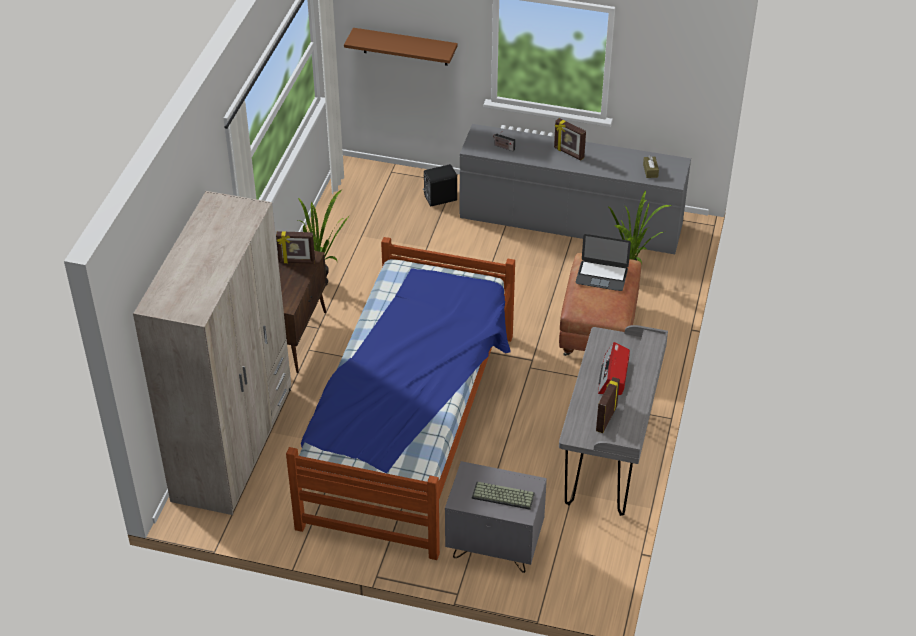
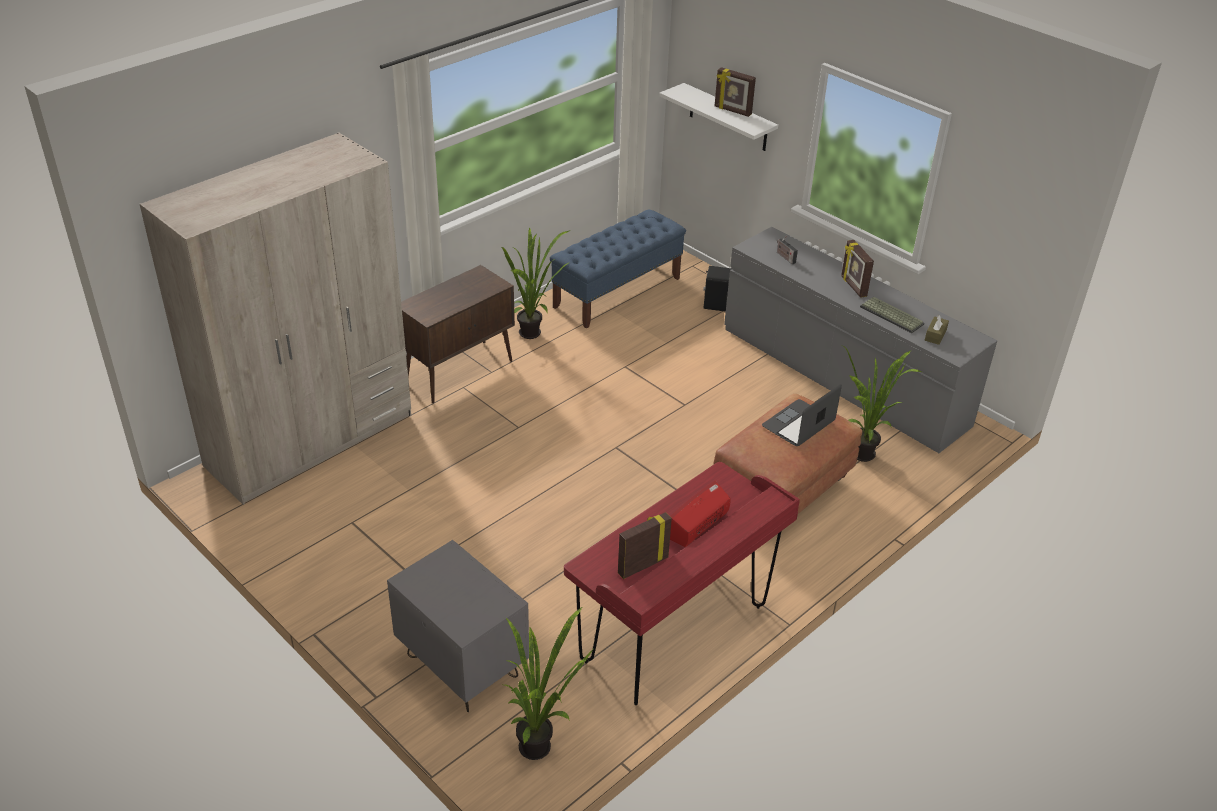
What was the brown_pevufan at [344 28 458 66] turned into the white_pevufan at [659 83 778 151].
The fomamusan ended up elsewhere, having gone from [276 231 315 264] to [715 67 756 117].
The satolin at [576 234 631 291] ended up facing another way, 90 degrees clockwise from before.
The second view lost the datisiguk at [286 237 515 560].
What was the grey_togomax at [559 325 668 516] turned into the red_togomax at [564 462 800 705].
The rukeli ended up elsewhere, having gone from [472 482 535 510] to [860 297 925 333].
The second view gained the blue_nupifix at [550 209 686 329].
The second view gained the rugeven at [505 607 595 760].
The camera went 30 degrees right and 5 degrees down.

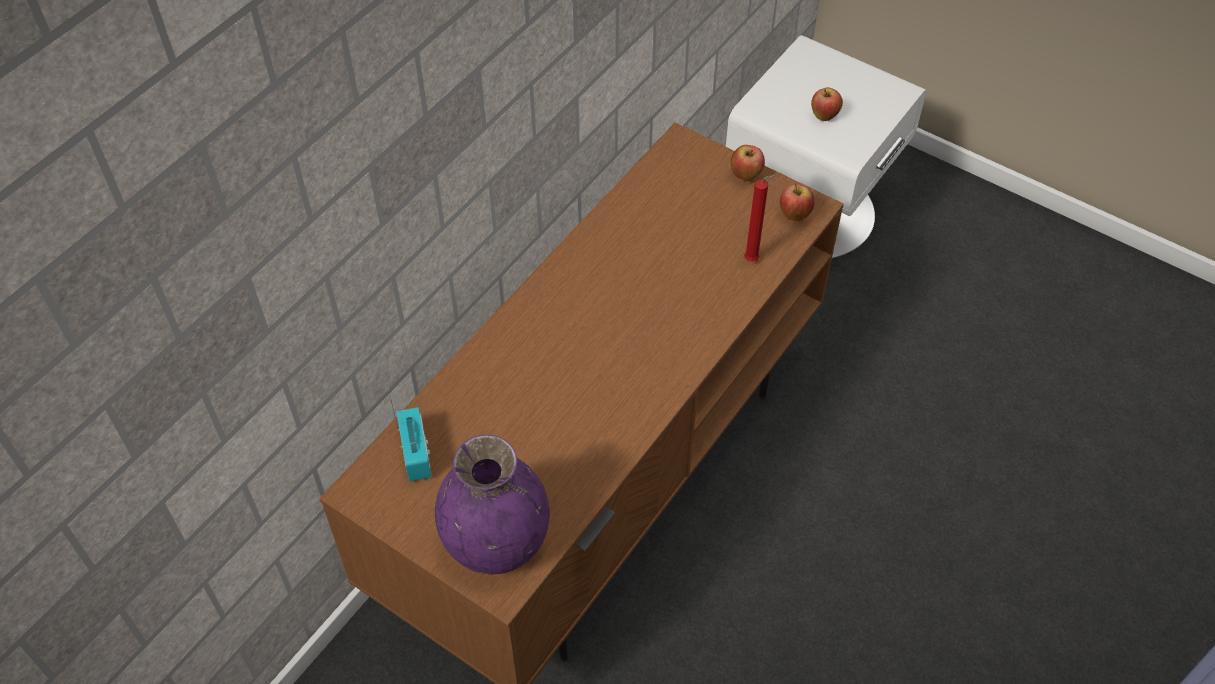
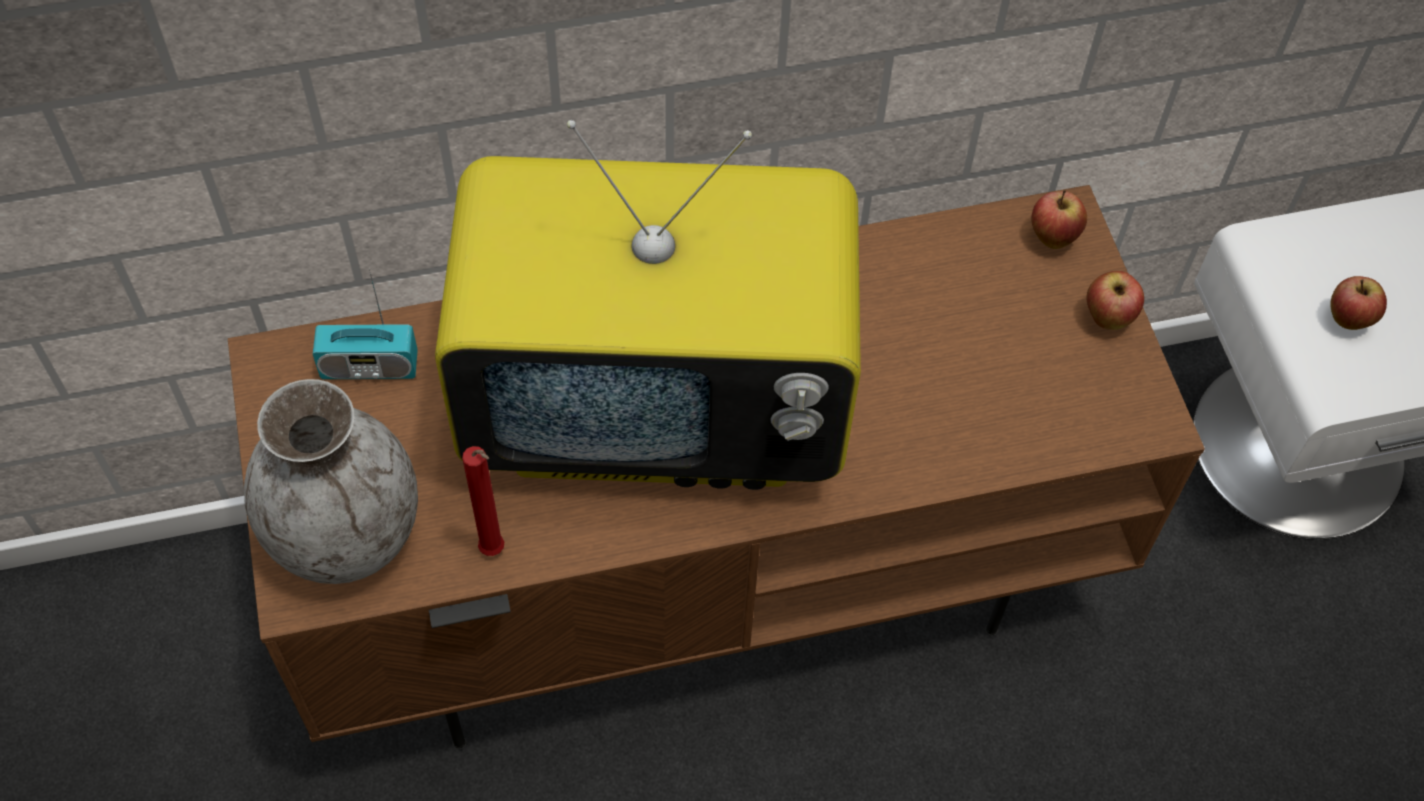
The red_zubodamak ended up elsewhere, having gone from [744 174 777 262] to [462 446 504 556].
The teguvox ended up elsewhere, having gone from [780 184 815 221] to [1031 190 1087 249].
The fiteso at [389 393 431 482] ended up facing another way, 60 degrees clockwise from before.
What was the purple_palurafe at [435 435 550 575] turned into the grey_palurafe at [244 379 418 584].
The second view gained the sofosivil at [435 120 861 490].
The camera went 40 degrees right and 5 degrees up.

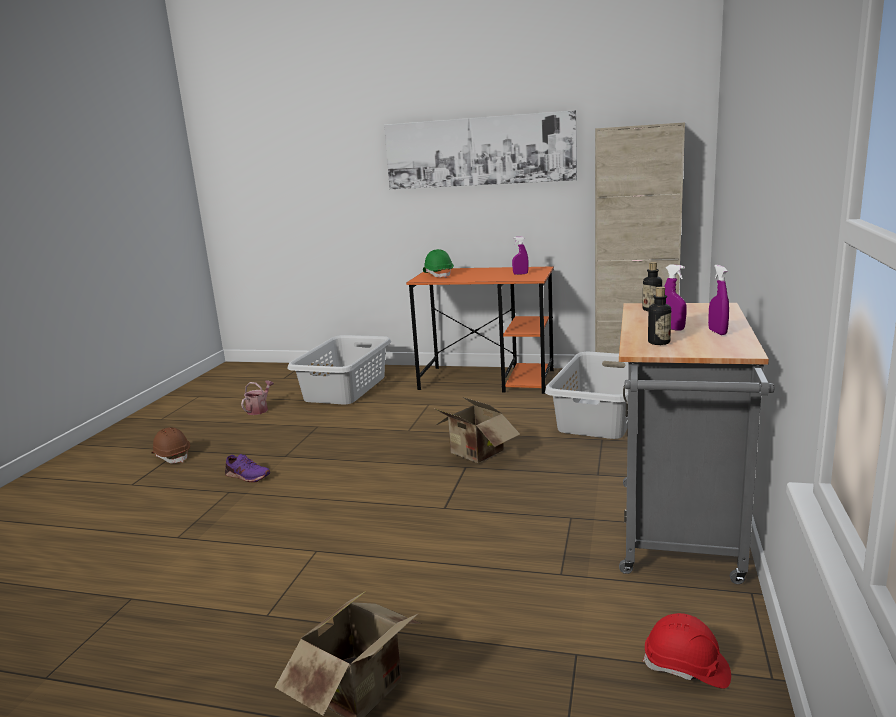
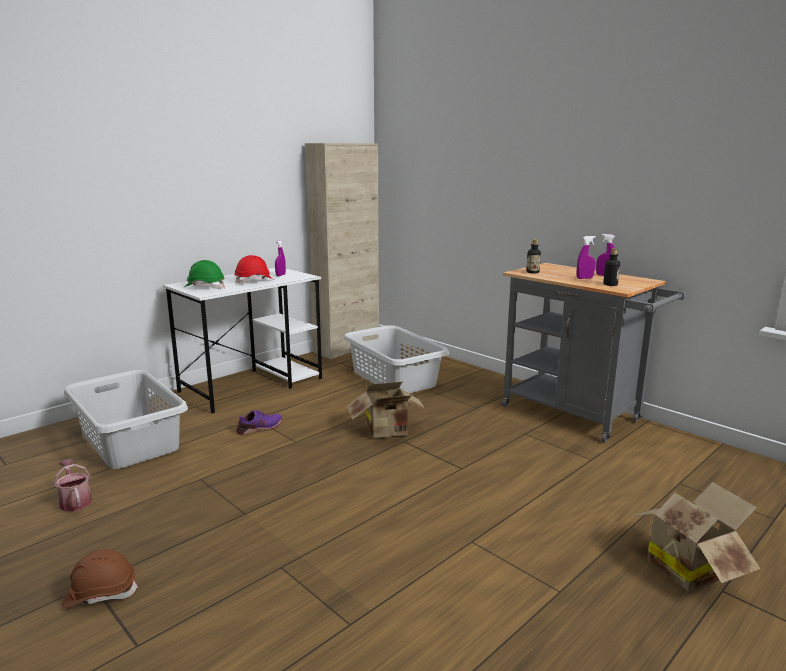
The second view lost the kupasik at [384 110 577 189].
What was the orange_togomax at [406 266 554 394] turned into the white_togomax at [163 268 322 414].
The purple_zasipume ended up elsewhere, having gone from [225 454 270 482] to [236 410 282 435].
The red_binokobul ended up elsewhere, having gone from [643 613 731 689] to [234 255 274 284].
The camera went 60 degrees left and 0 degrees up.

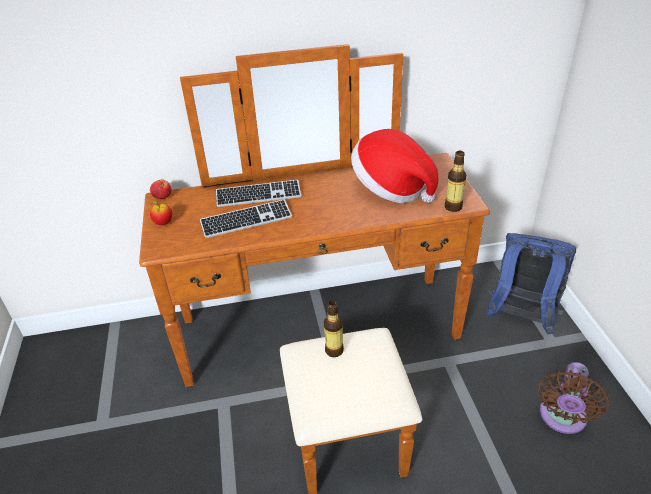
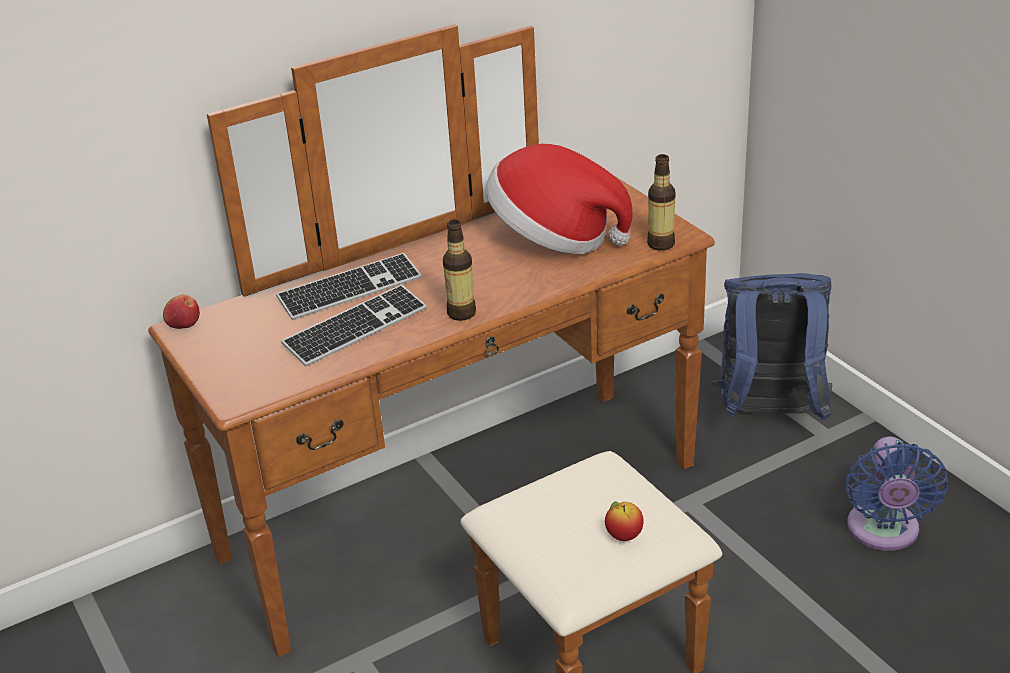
The teguvox ended up elsewhere, having gone from [150 201 172 225] to [605 501 644 541].
The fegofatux ended up elsewhere, having gone from [324 300 344 357] to [443 220 476 321].
What was the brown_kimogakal at [538 362 609 434] turned into the blue_kimogakal at [846 437 948 551].
The camera went 20 degrees left and 5 degrees down.

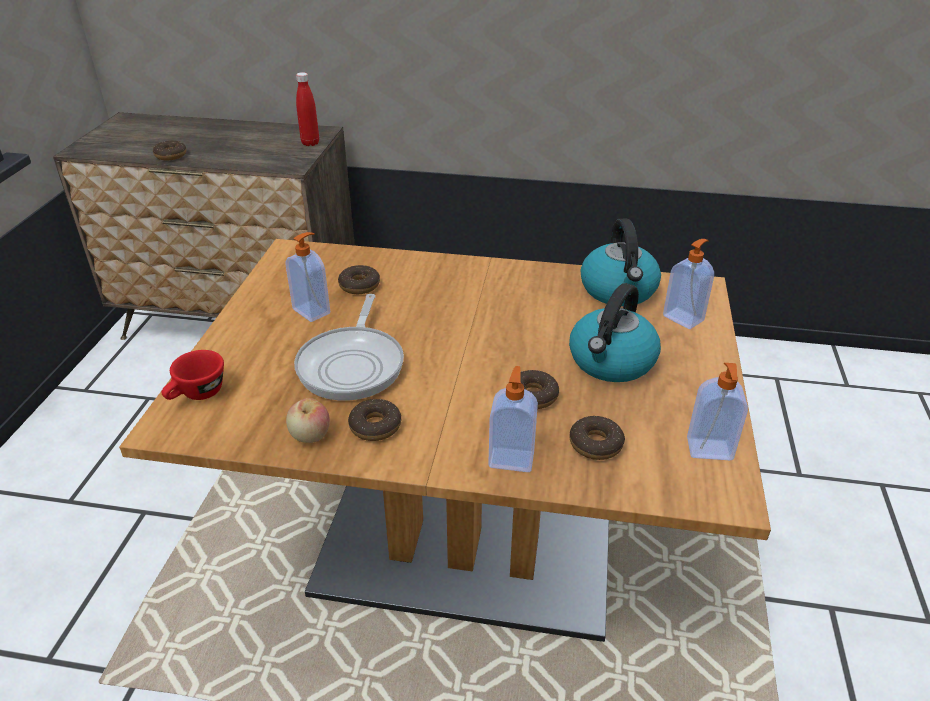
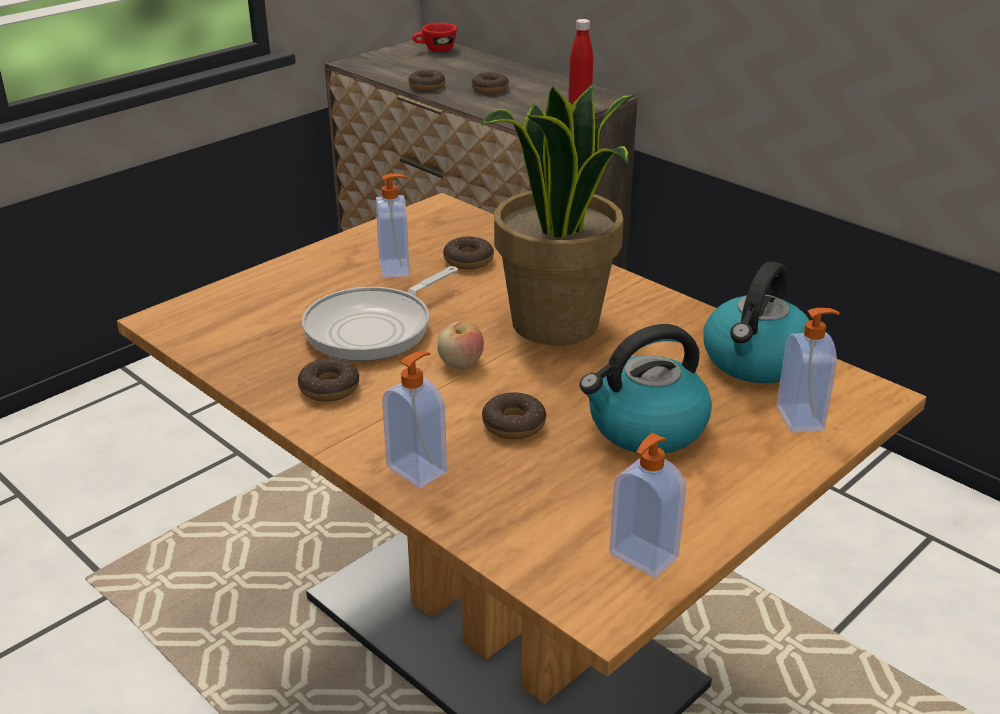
The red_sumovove ended up elsewhere, having gone from [162 350 224 400] to [412 23 457 52].
The teguvox ended up elsewhere, having gone from [286 398 330 443] to [438 321 484 369].
The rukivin ended up elsewhere, having gone from [570 416 625 460] to [471 72 509 94].
The second view gained the rugeven at [481 85 636 345].
The camera went 35 degrees right and 5 degrees down.

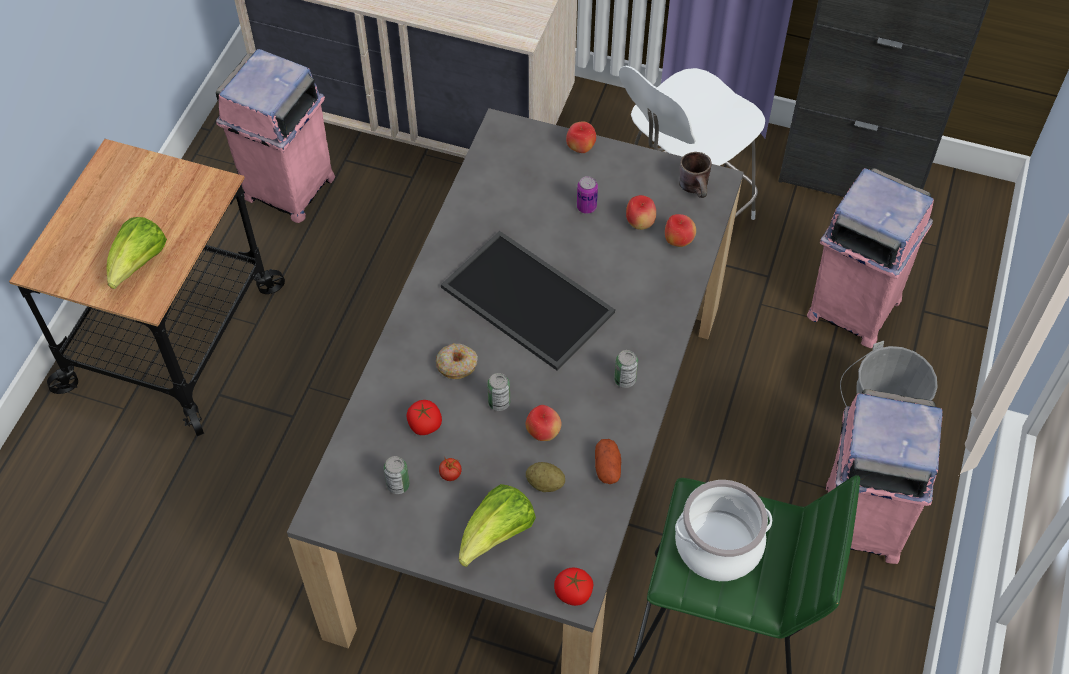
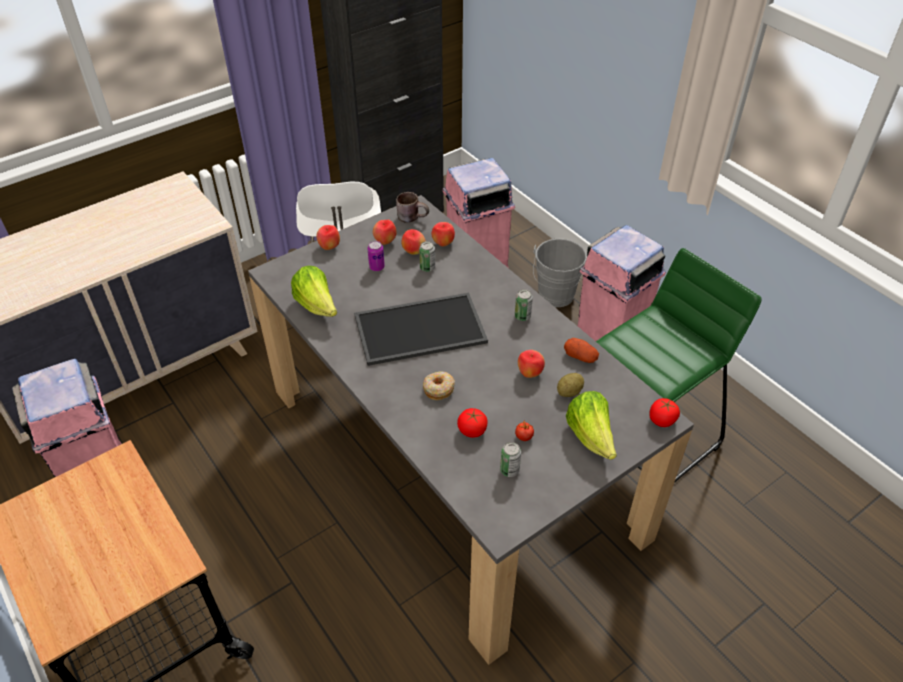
The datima ended up elsewhere, having gone from [107 217 167 289] to [291 266 337 317].
The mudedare ended up elsewhere, having gone from [487 373 510 411] to [419 241 435 272].
The second view lost the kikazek at [675 480 772 581].
The second view gained the teguvox at [373 220 397 245].
The camera went 55 degrees left and 10 degrees down.

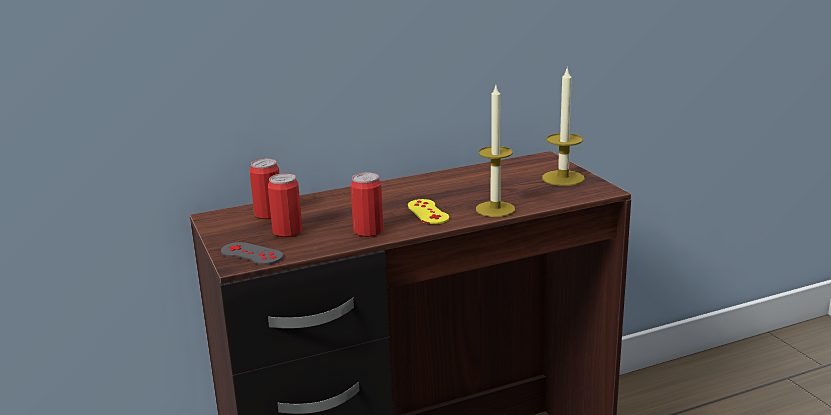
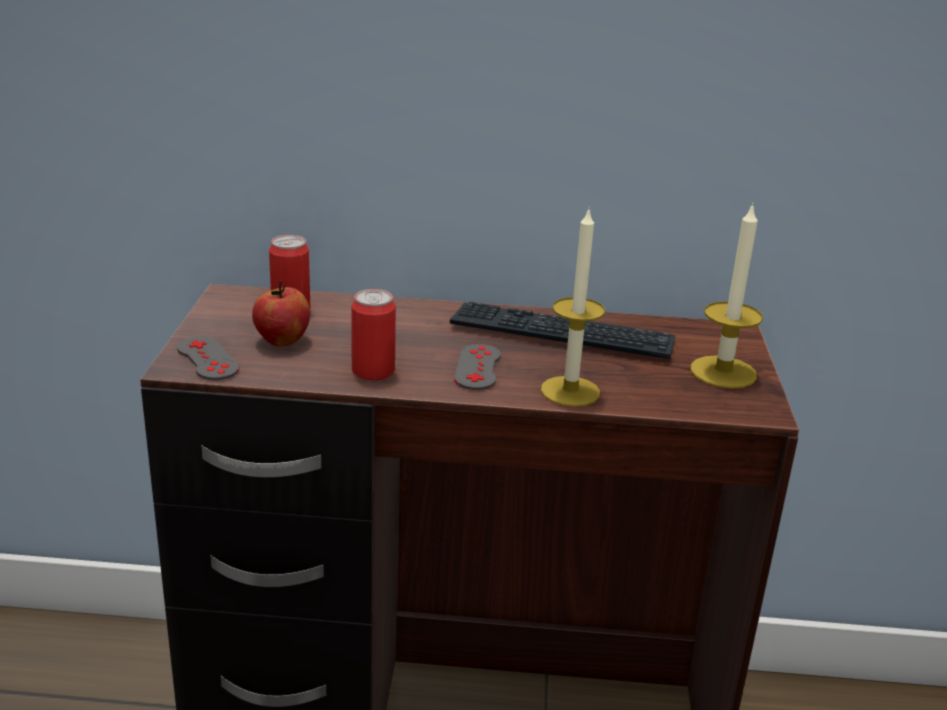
Where the mudedare stood at [268 173 303 237], the teguvox came to stand at [252 280 310 346].
What was the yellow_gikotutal at [408 199 449 224] turned into the grey_gikotutal at [454 344 501 390].
The second view gained the rukeli at [450 302 676 359].
The camera went 25 degrees right and 5 degrees up.

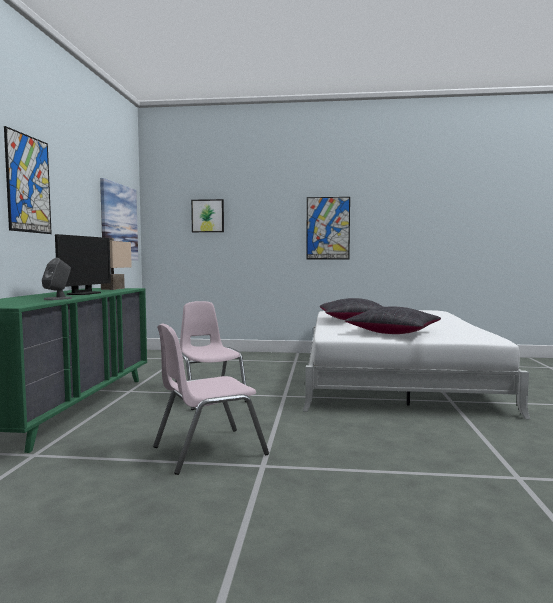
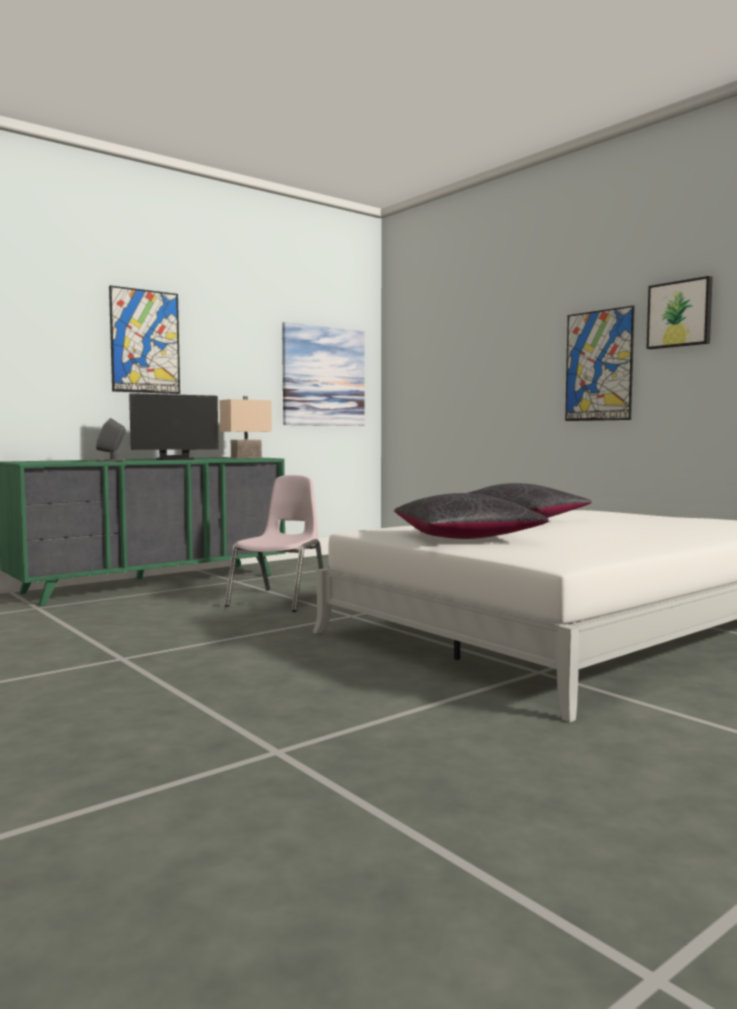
The kupasik ended up elsewhere, having gone from [191 199 224 232] to [646 276 713 349].
The second view lost the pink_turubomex at [153 323 269 475].
The camera went 45 degrees right and 0 degrees up.

